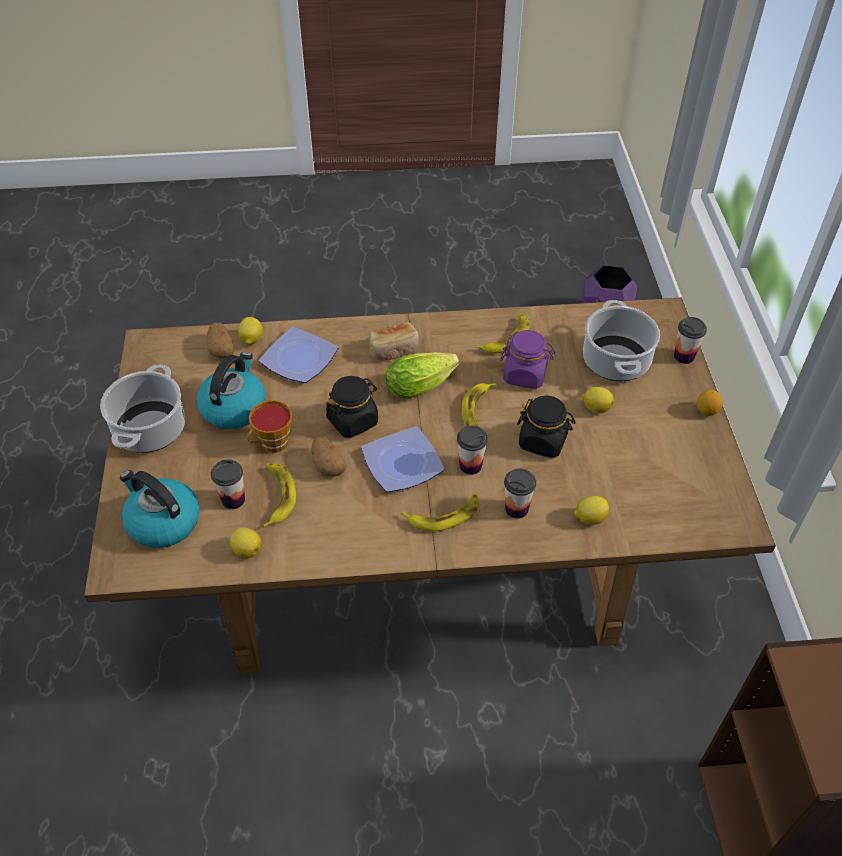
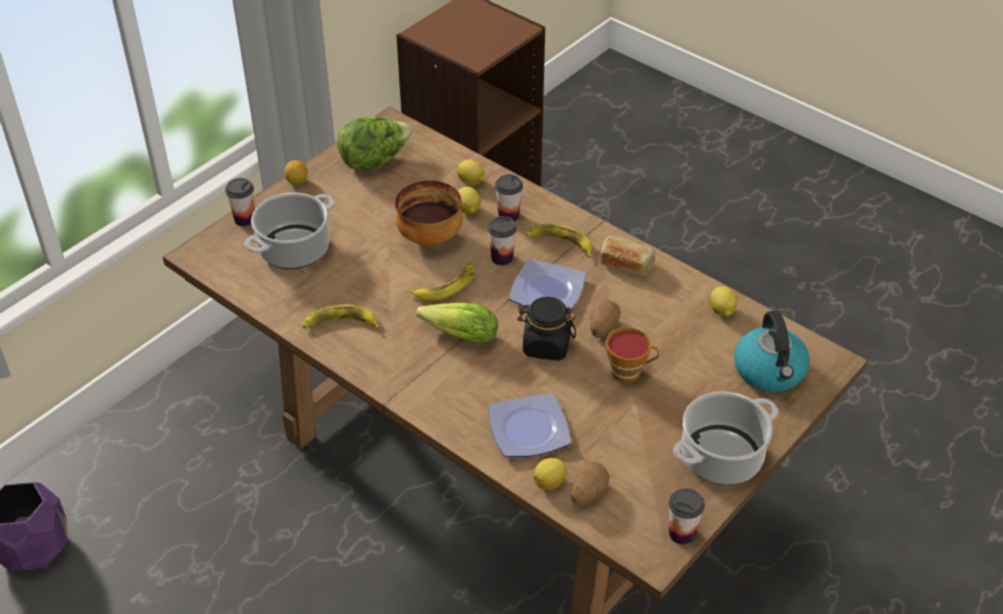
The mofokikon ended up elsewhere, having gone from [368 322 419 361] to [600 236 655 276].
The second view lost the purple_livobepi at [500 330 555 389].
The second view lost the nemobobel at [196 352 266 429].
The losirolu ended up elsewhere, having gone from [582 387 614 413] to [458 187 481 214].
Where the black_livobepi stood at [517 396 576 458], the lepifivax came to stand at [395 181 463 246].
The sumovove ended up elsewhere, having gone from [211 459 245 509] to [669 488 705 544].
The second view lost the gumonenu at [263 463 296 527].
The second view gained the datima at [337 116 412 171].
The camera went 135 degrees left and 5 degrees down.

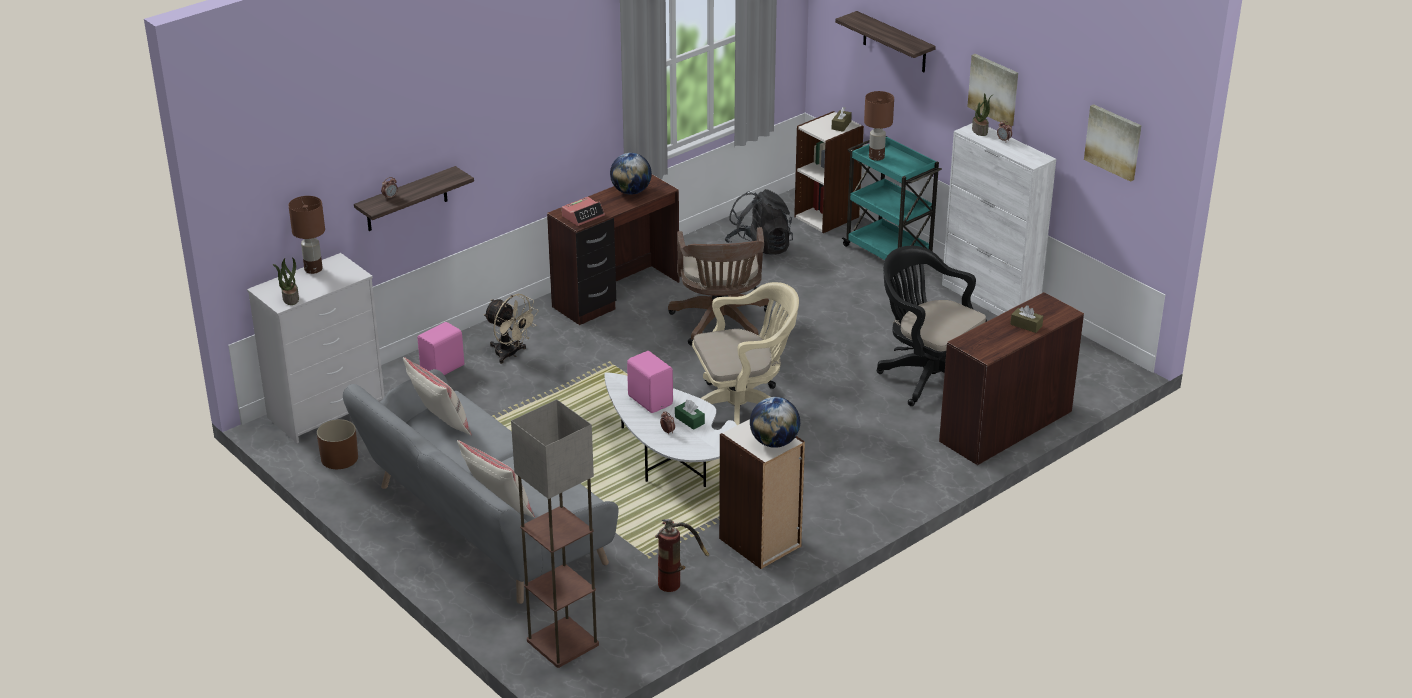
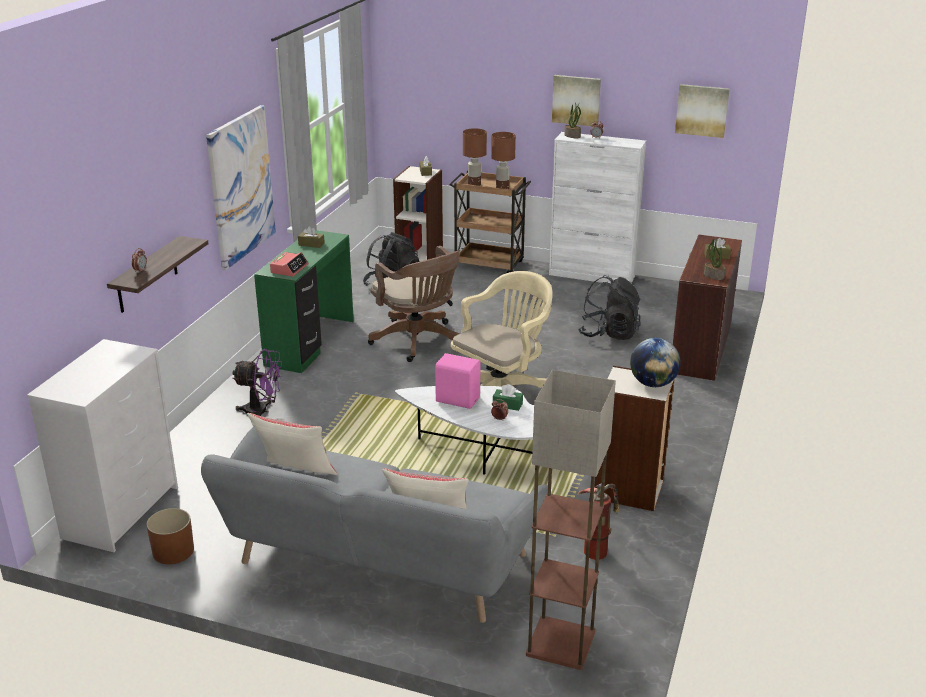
The second view lost the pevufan at [835 11 936 72].
What was the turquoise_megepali at [842 136 942 274] turned into the brown_megepali at [449 171 531 273].
Where the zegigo stood at [610 153 652 195], the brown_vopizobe came to stand at [298 226 325 248].
What was the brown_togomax at [547 174 680 325] turned into the green_togomax at [254 230 354 373].
The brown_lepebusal ended up elsewhere, having gone from [289 196 325 274] to [491 132 516 189].
Where the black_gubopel stood at [876 246 987 406], the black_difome came to stand at [578 275 641 340].
The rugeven ended up elsewhere, having gone from [273 257 299 305] to [704 239 725 280].
What was the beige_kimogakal at [483 294 539 364] turned into the purple_kimogakal at [232 349 282 416].
The second view lost the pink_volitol at [417 322 464 375].
The second view gained the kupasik at [206 105 276 270].
The camera went 30 degrees left and 5 degrees down.

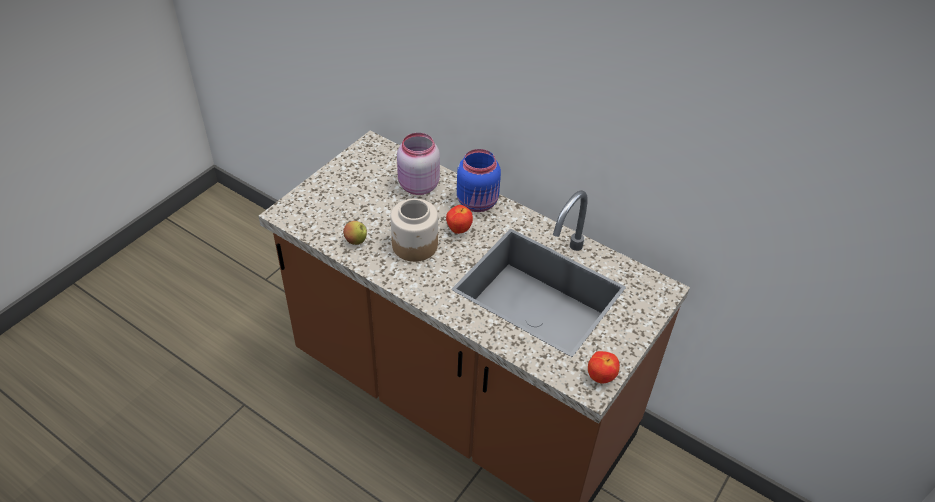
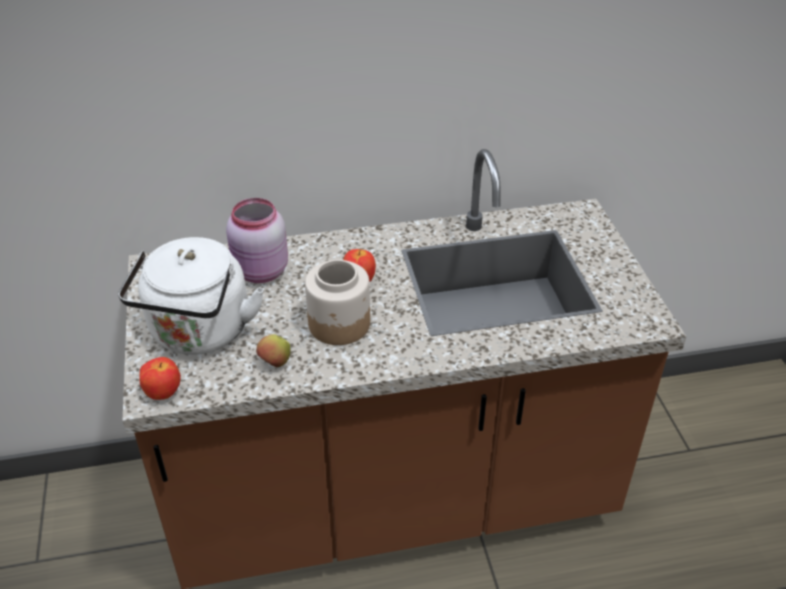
The second view lost the blue_livobepi at [457 149 501 212].
The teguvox ended up elsewhere, having gone from [588 351 620 384] to [139 357 181 400].
The second view gained the white_nemobobel at [118 237 264 355].
The camera went 45 degrees left and 5 degrees down.

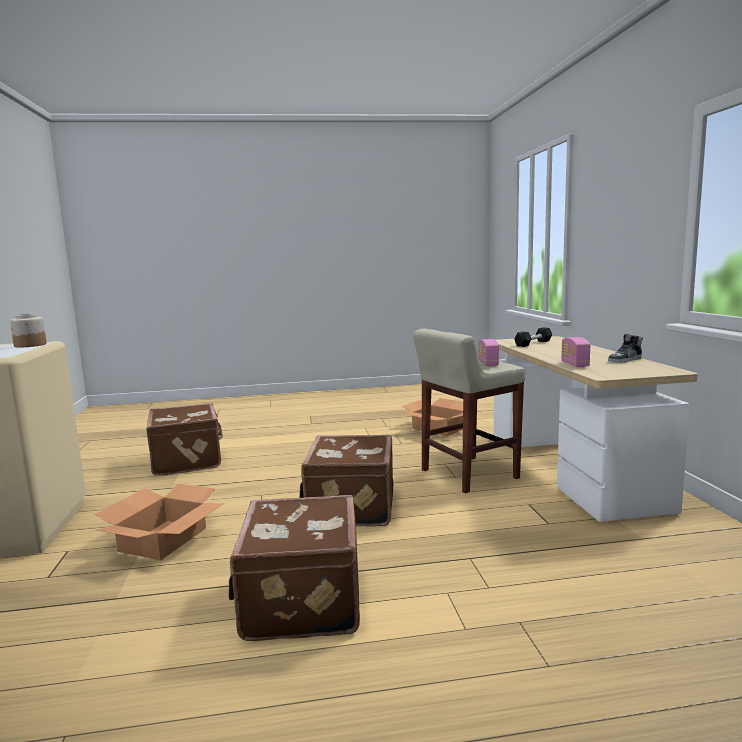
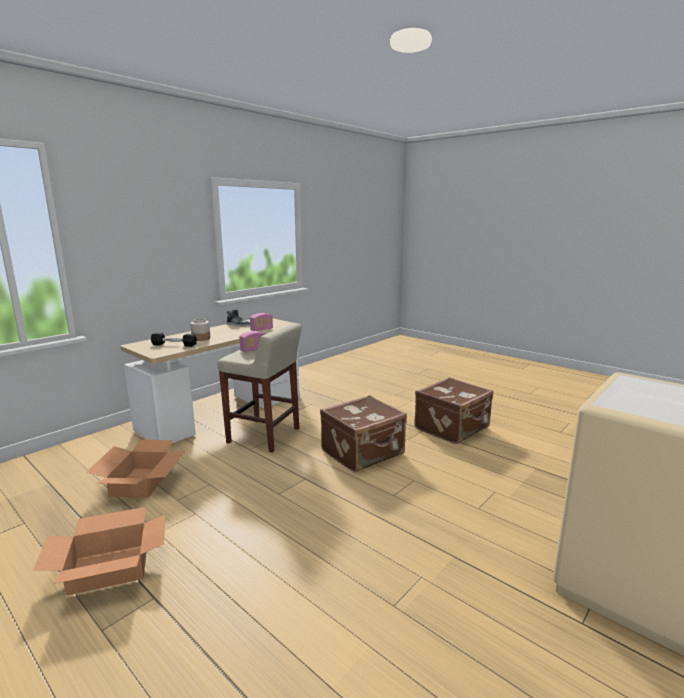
The livobepi ended up elsewhere, having gone from [10 313 47 348] to [190 318 210 341].
The second view lost the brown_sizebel at [146 403 223 476].
The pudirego ended up elsewhere, having gone from [94 484 223 560] to [33 507 166 596].
The camera went 130 degrees left and 5 degrees up.

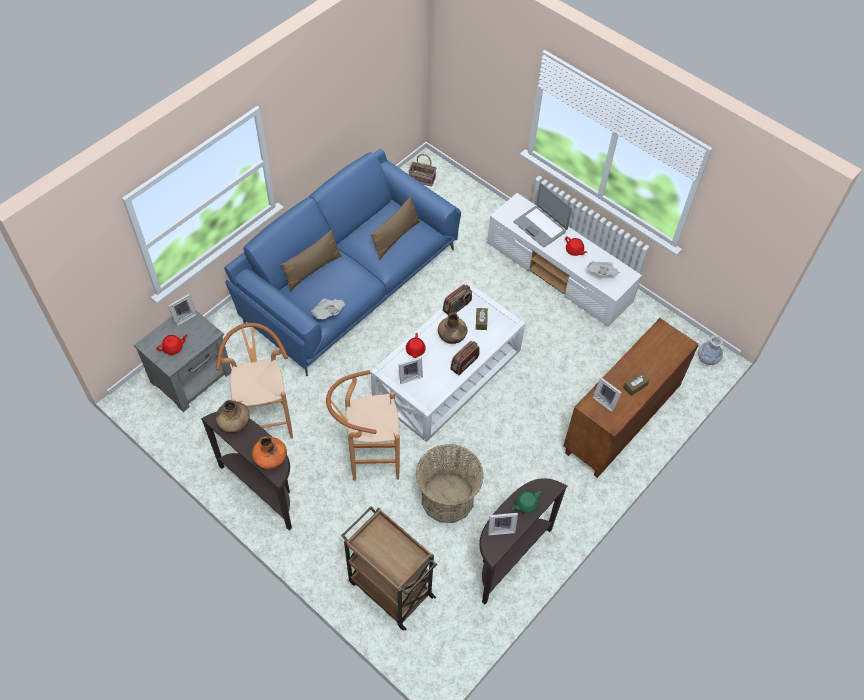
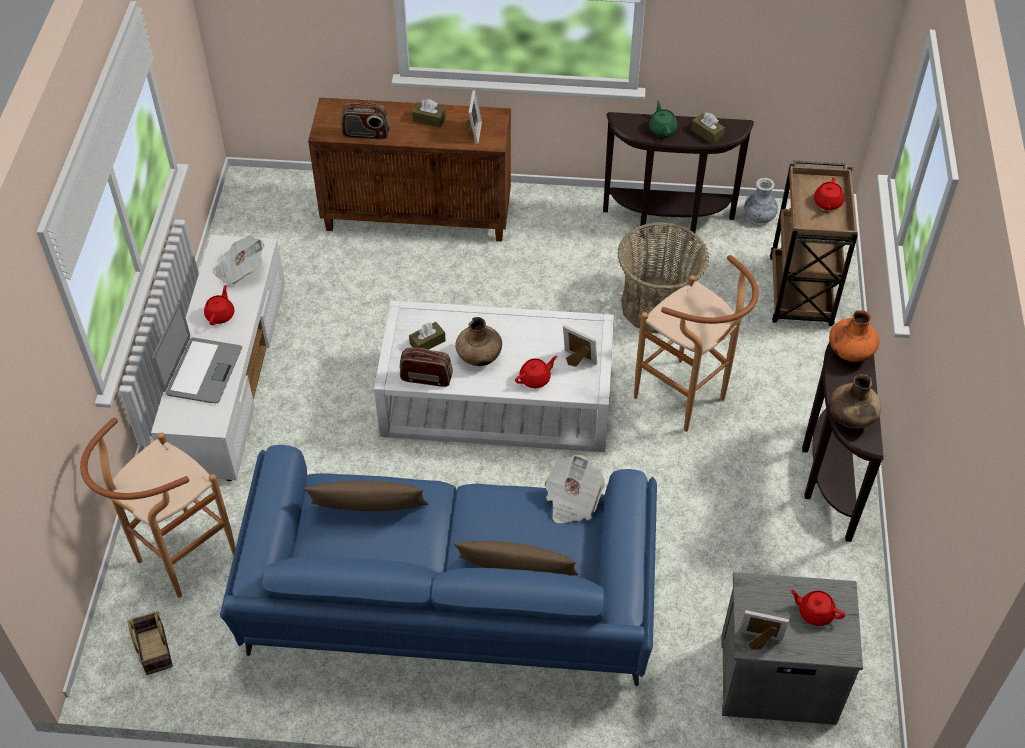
The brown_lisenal ended up elsewhere, having gone from [216 323 293 439] to [80 418 236 598].
The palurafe ended up elsewhere, having gone from [698 335 723 365] to [744 178 778 223].
The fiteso ended up elsewhere, having gone from [451 341 480 375] to [341 102 390 140].
The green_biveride at [512 491 542 514] ended up facing another way, 120 degrees counterclockwise from before.
Where the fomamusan stood at [488 513 518 535], the brown_vopizobe came to stand at [691 113 725 144].
The second view gained the red_biveride at [814 177 844 210].
The camera went 125 degrees left and 5 degrees down.

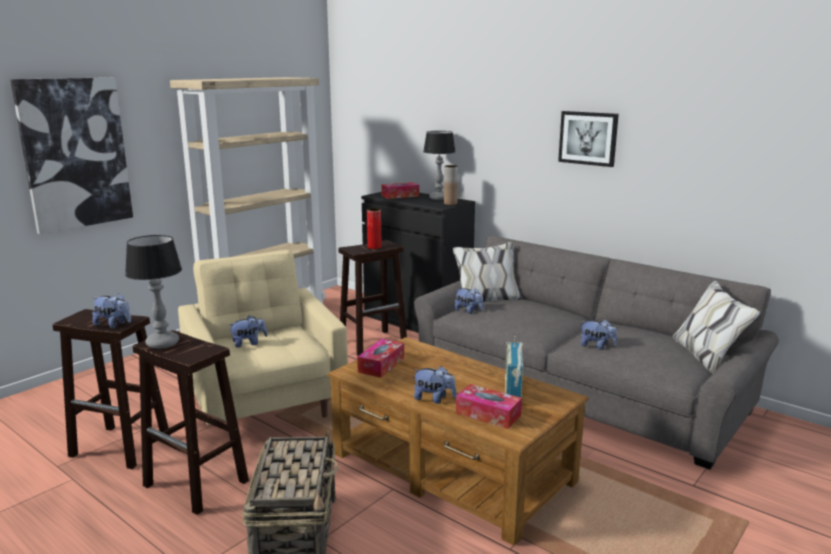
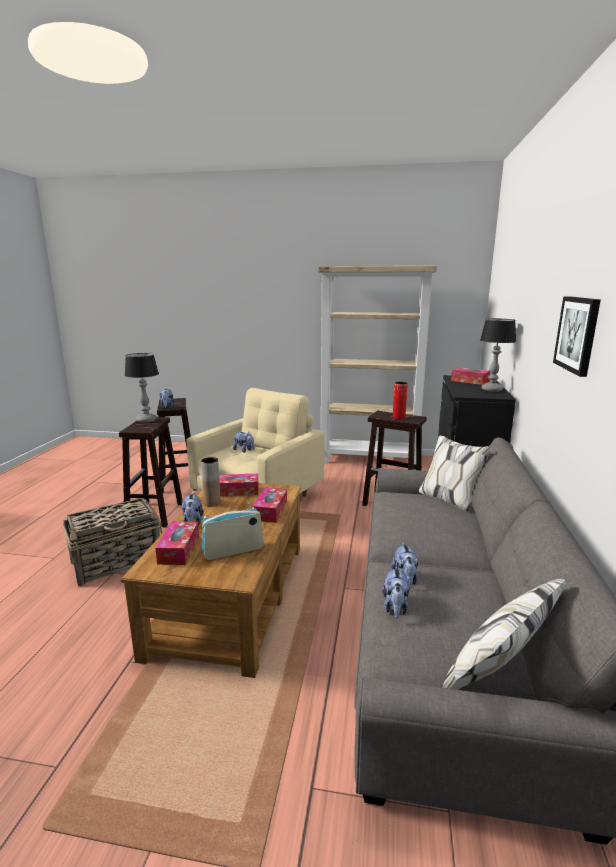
The second view lost the kupasik at [10 77 133 234].
The brown_palurafe ended up elsewhere, having gone from [444 165 458 205] to [201 457 221 506].
The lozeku ended up elsewhere, having gone from [454 288 484 314] to [382 566 410 618].
The second view gained the vopizobe at [252 487 287 523].
The camera went 60 degrees right and 0 degrees up.

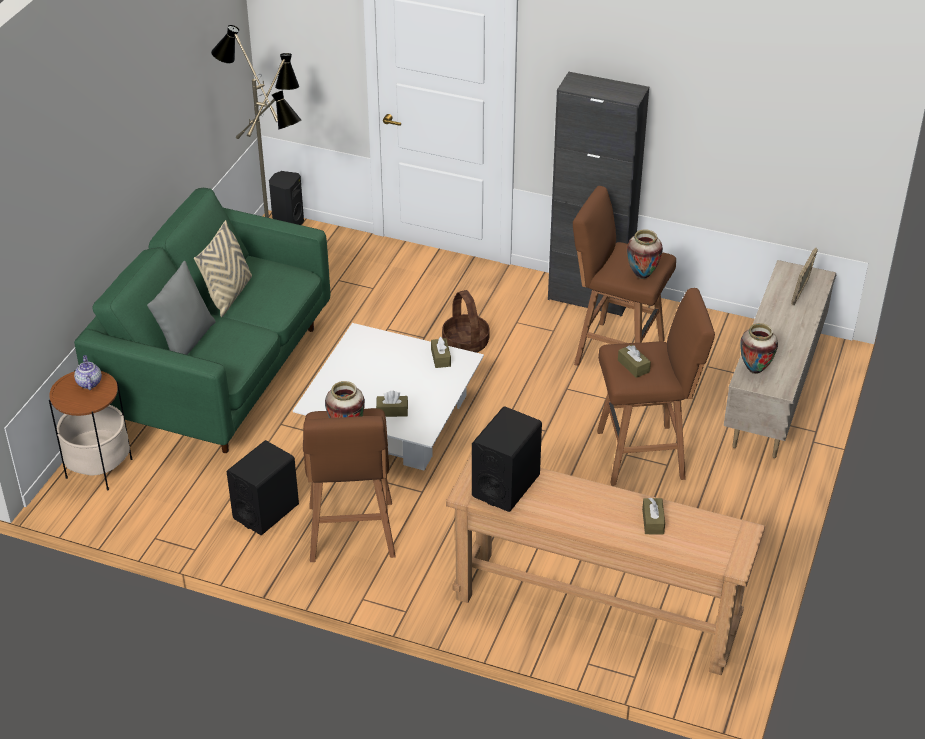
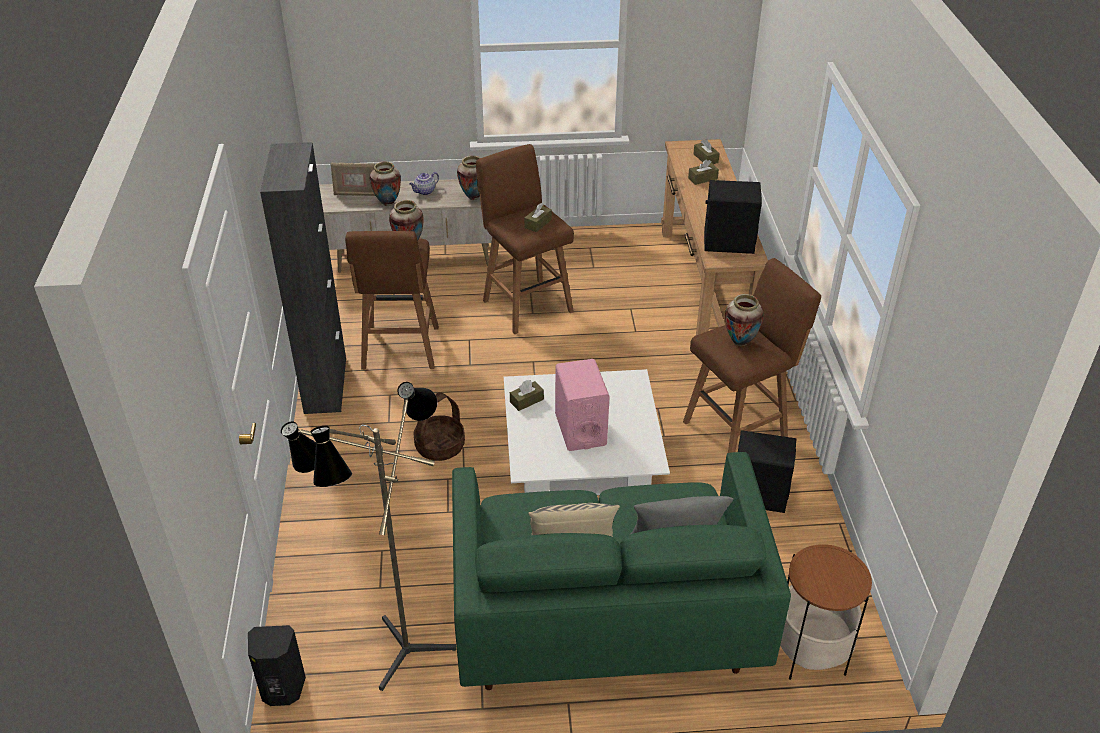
The biveride ended up elsewhere, having gone from [74 355 102 390] to [409 172 439 195].
The brown_vopizobe ended up elsewhere, having gone from [376 391 408 417] to [693 139 720 164].
The second view gained the palurafe at [370 161 401 206].
The second view gained the pink_volitol at [555 359 610 451].
The camera went 115 degrees left and 0 degrees up.

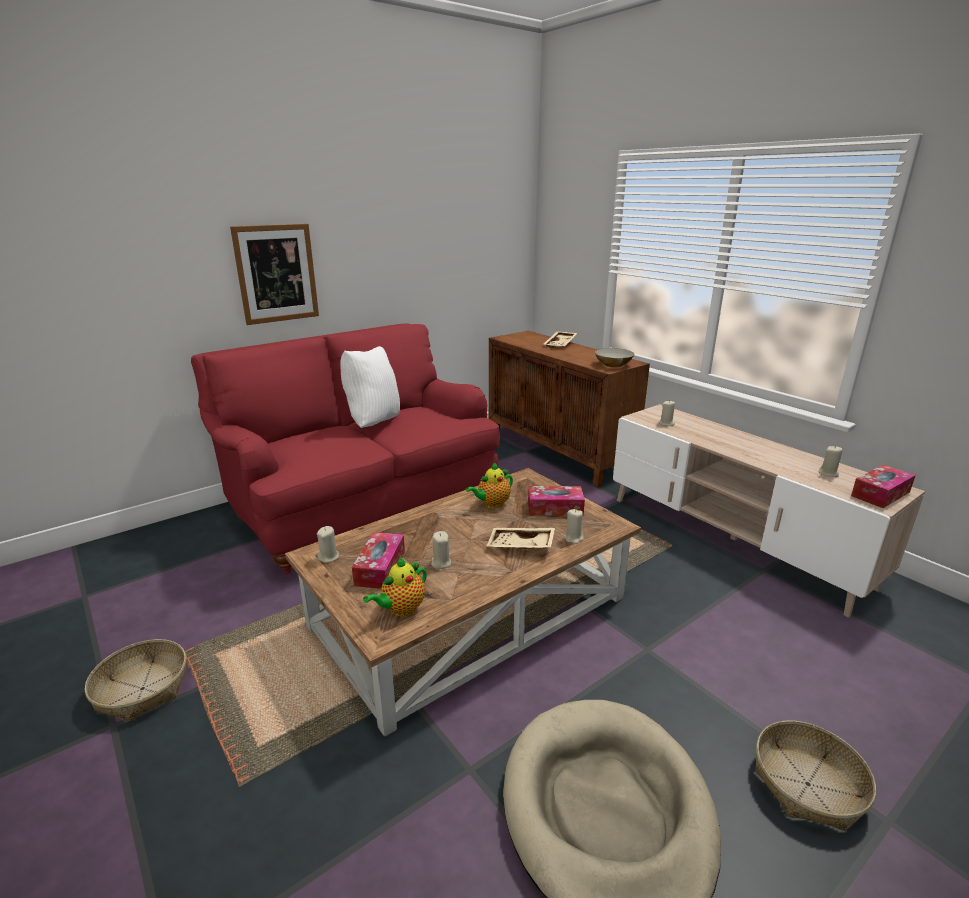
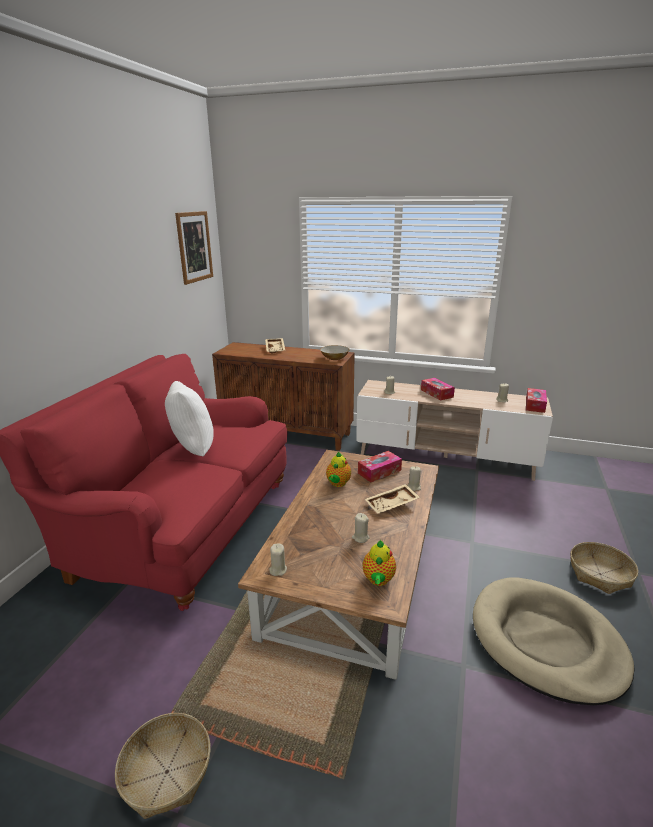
The kupasik ended up elsewhere, having gone from [230 224 319 325] to [175 211 213 285].
The vopizobe ended up elsewhere, having gone from [352 532 405 589] to [421 378 455 401].
The camera went 35 degrees left and 0 degrees up.

